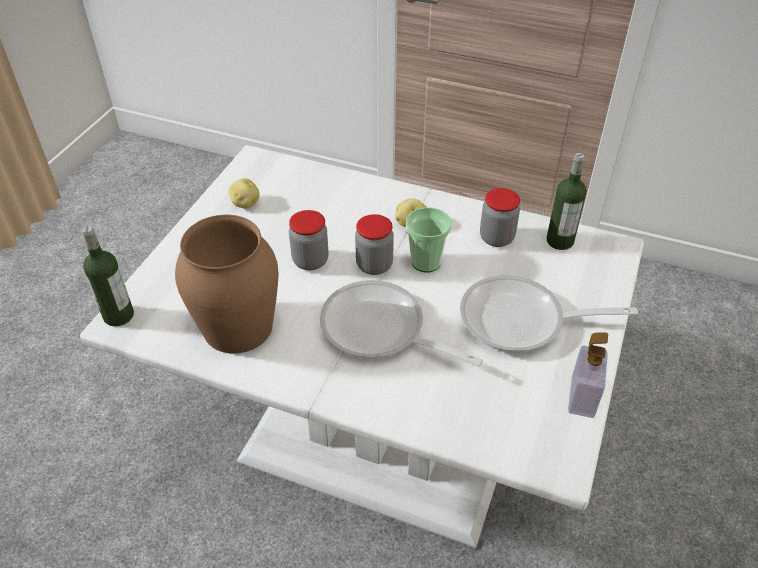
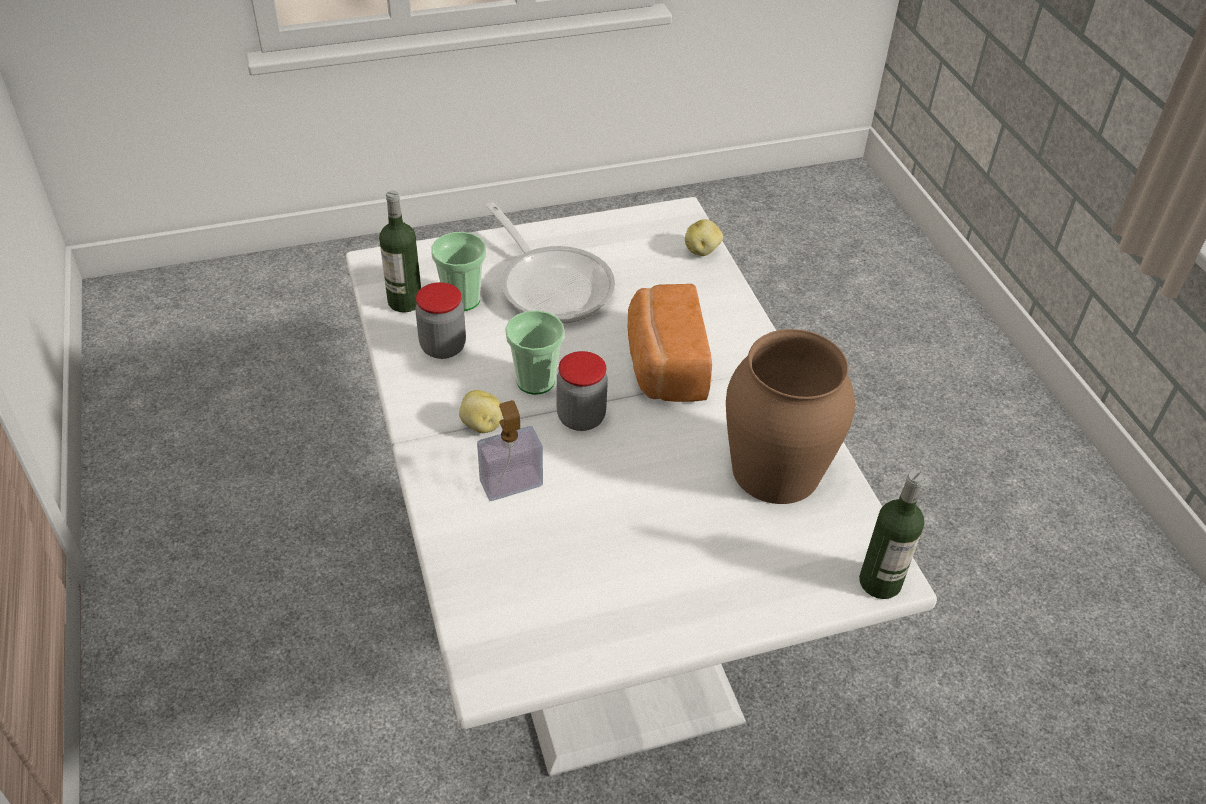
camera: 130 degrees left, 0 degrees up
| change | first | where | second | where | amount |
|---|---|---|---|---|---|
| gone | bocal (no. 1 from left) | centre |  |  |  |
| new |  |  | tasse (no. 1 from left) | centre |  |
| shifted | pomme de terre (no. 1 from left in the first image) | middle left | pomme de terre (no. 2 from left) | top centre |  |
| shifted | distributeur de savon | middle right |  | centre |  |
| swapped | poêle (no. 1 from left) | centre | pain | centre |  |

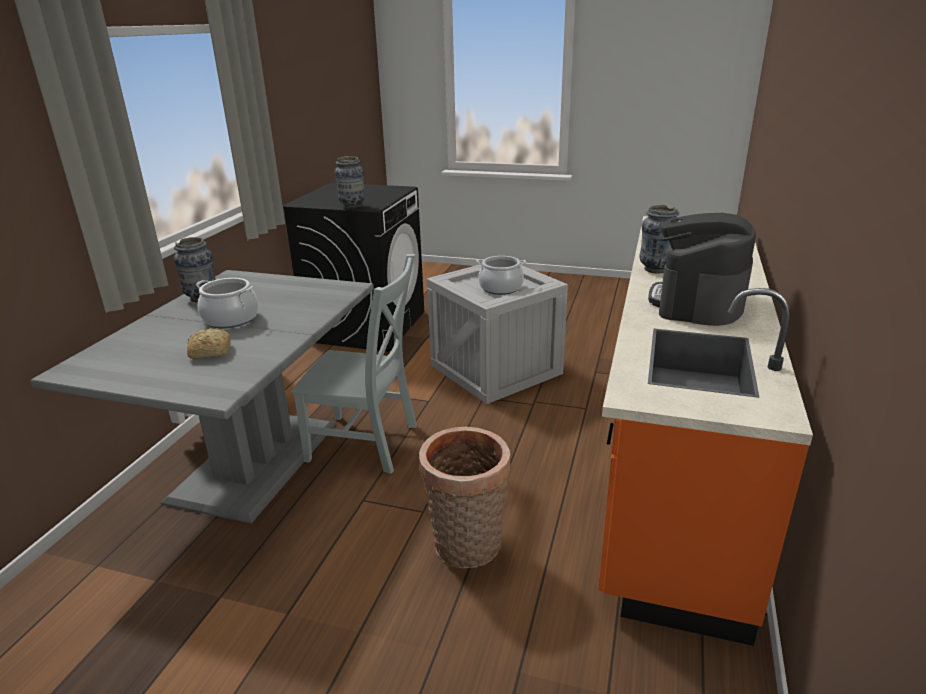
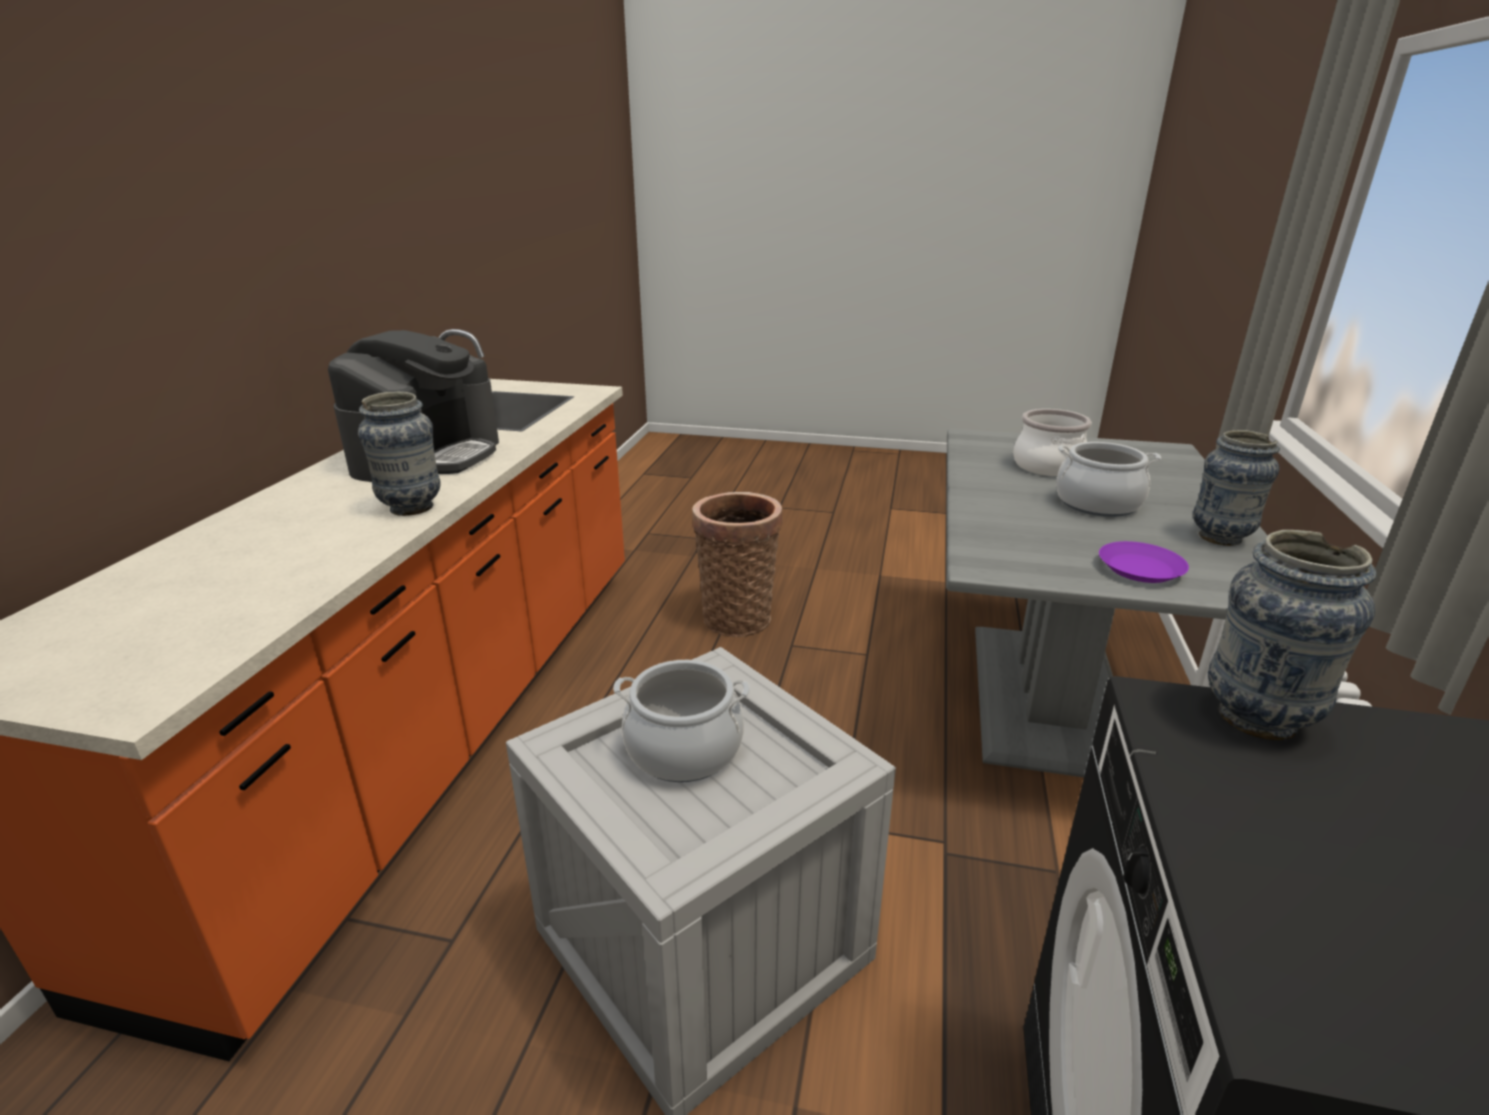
camera: 175 degrees right, 0 degrees up
| change | first | where | second | where | amount |
|---|---|---|---|---|---|
| gone | chaise [gris] | centre |  |  |  |
| new |  |  | assiette [violet] | middle right |  |
| swapped | pain | middle left | marmite (no. 2 from left) | middle right |  |

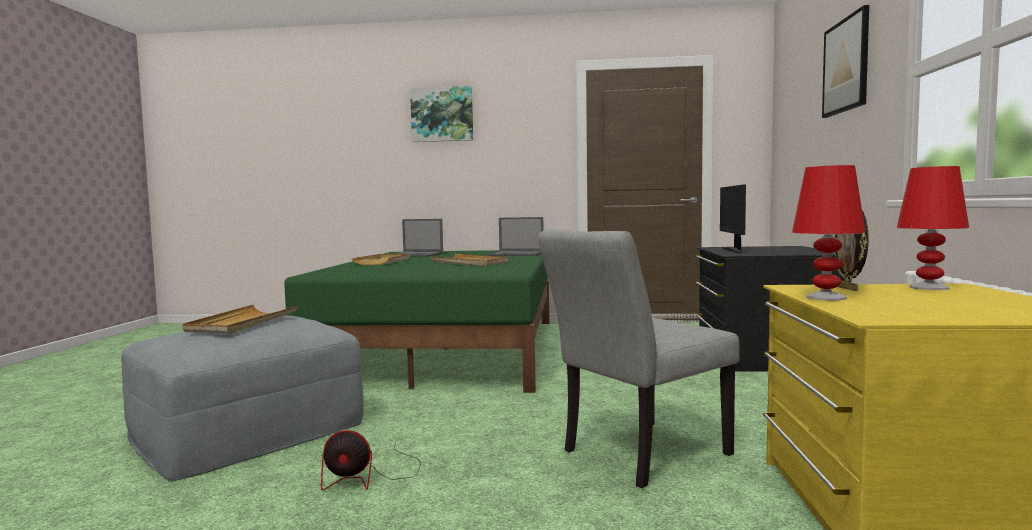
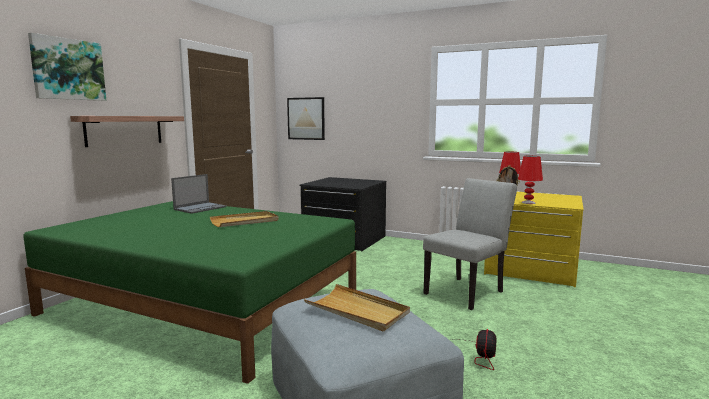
camera: 70 degrees left, 5 degrees up
| change | first | where | second | where | amount |
|---|---|---|---|---|---|
| gone | plateau [beige] (no. 2 from left) | centre |  |  |  |
| gone | ordinateur portable (no. 1 from left) | centre |  |  |  |
| gone | écran d'ordinateur | middle right |  |  |  |
| new |  |  | étagère | top left |  |
| shifted | tableau (no. 2 from left) | top right |  | top centre |  |
| rotated | chaise [gris] | bottom centre |  | centre | 120 degrees counterclockwise |

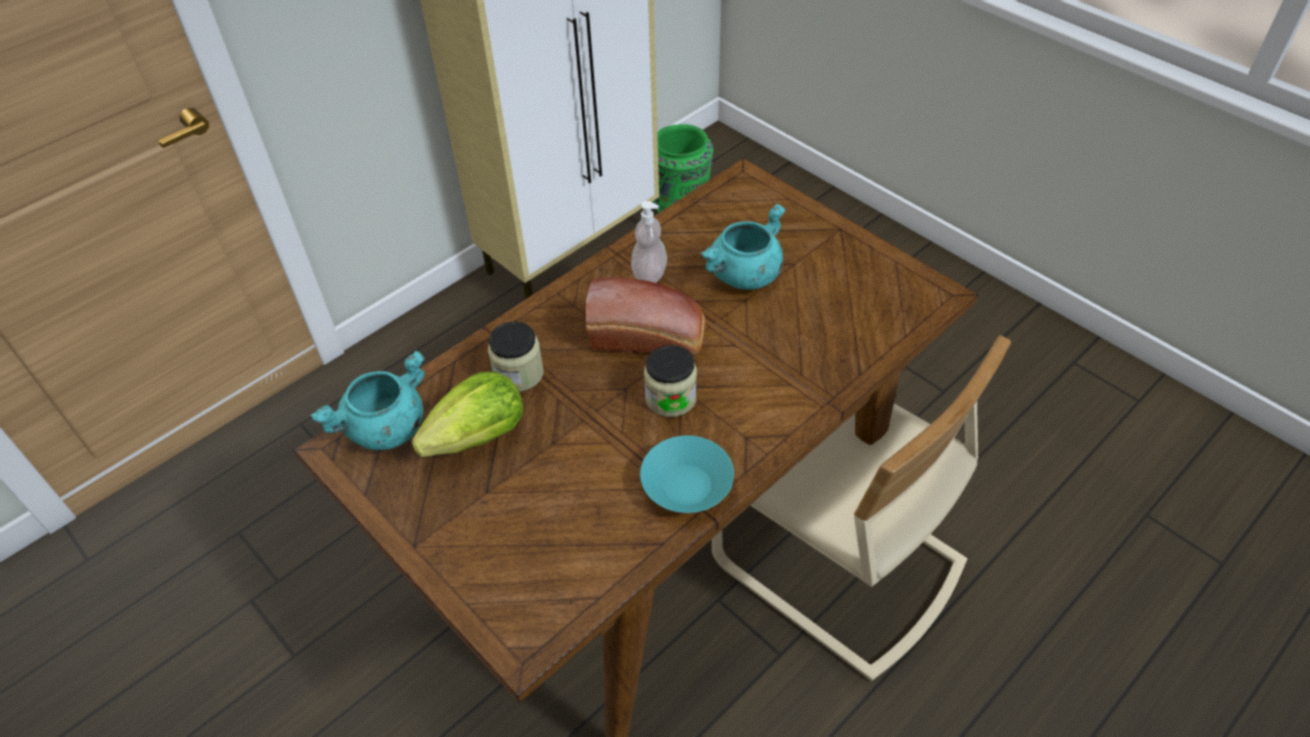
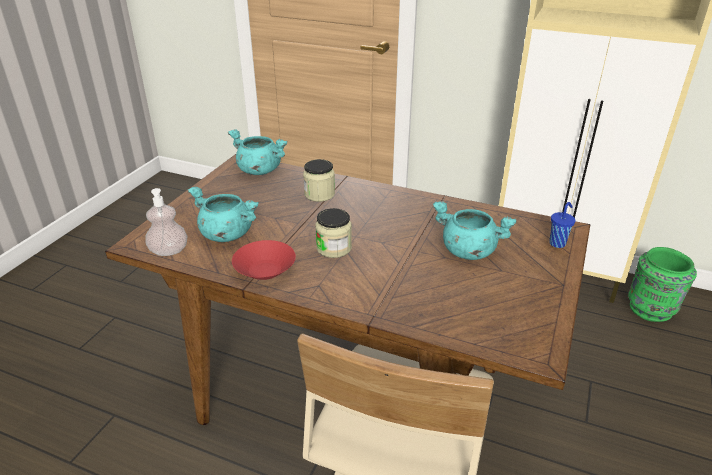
camera: 65 degrees right, 15 degrees down
| change | first | where | second | where | amount |
|---|---|---|---|---|---|
| gone | laitue | centre |  |  |  |
| gone | pain | centre |  |  |  |
| new |  |  | marmite [turquoise] (no. 1 from left) | middle left |  |
| new |  |  | tasse [bleu] | middle right |  |
| shifted | distributeur de savon | top centre |  | middle left |  |
| repainted | bol [turquoise] | centre | bol [rouge] | centre |  |

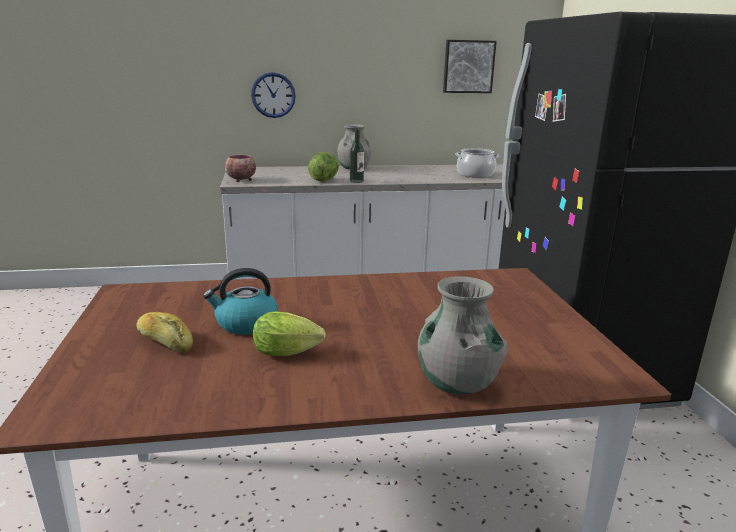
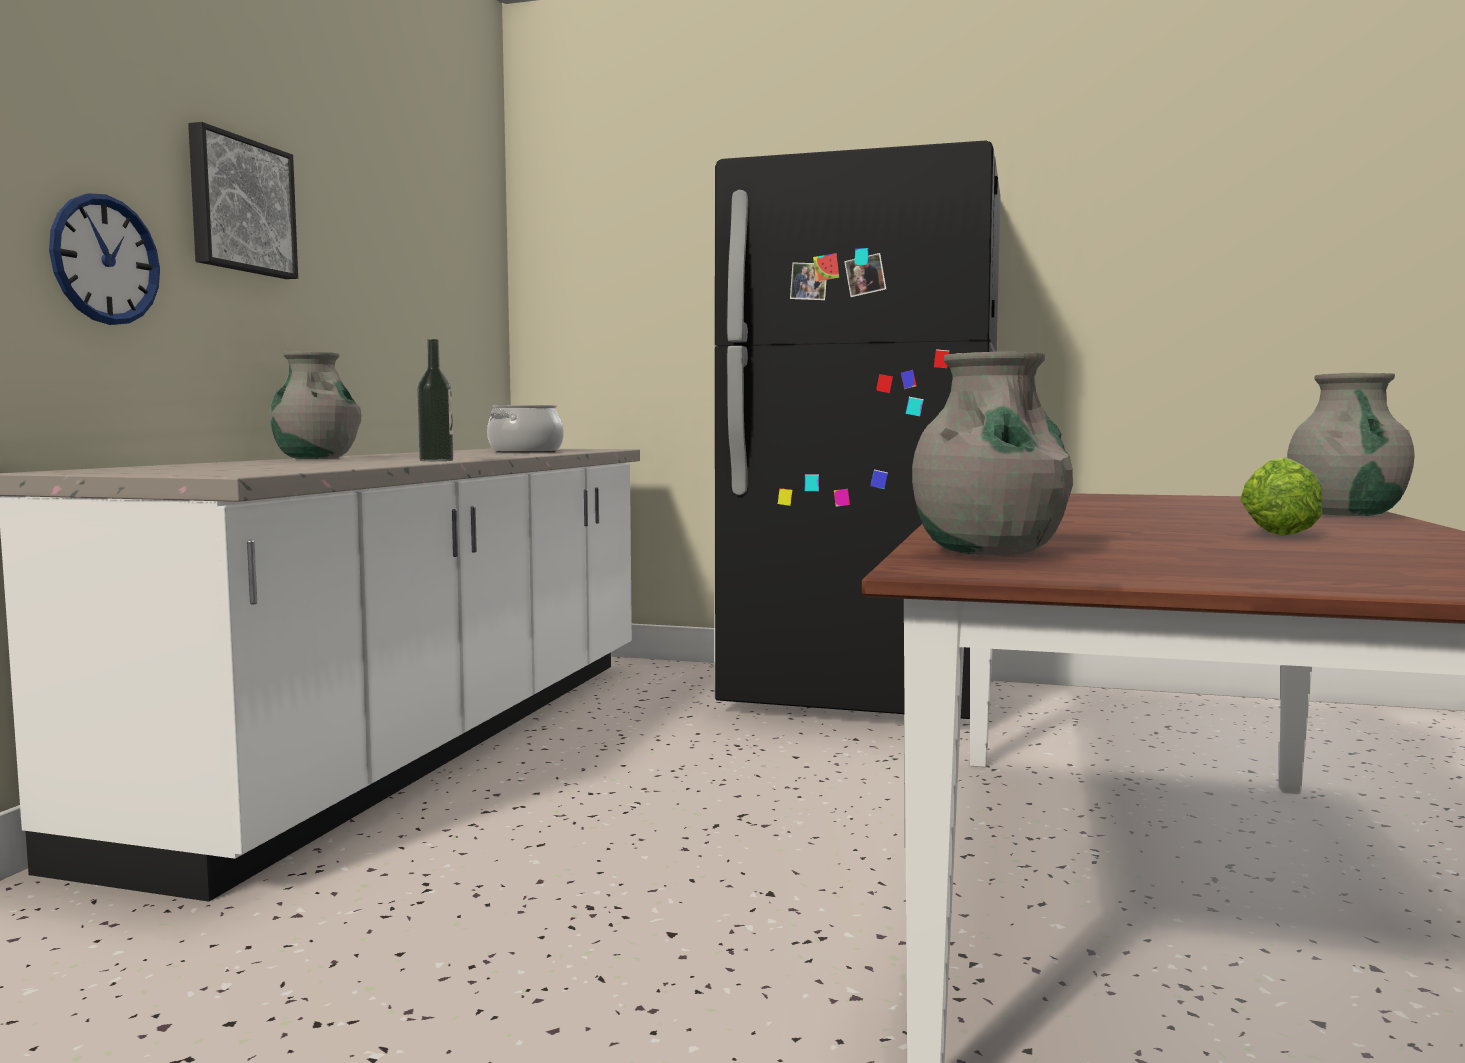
camera: 65 degrees left, 15 degrees down
| change | first | where | second | where | amount |
|---|---|---|---|---|---|
| gone | pain | middle left |  |  |  |
| gone | bouilloire | middle left |  |  |  |
| gone | bol | top left |  |  |  |
| gone | laitue (no. 2 from left) | top centre |  |  |  |
| new |  |  | vase [gris] (no. 2 from left) | middle right |  |
| shifted | tableau | top centre |  | top left |  |

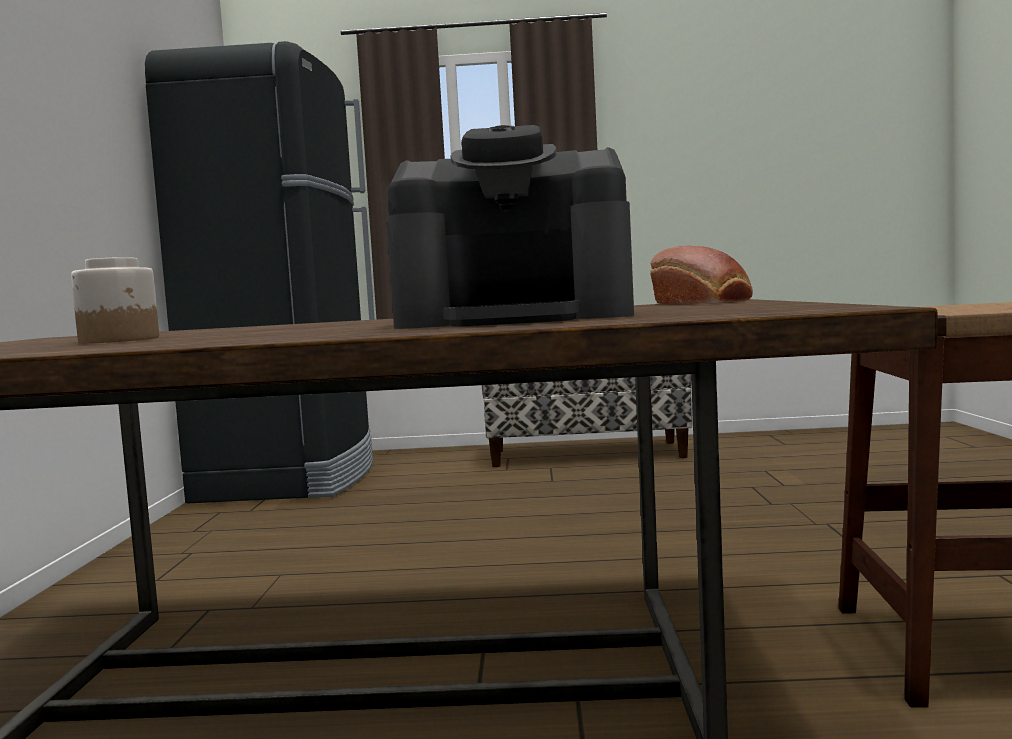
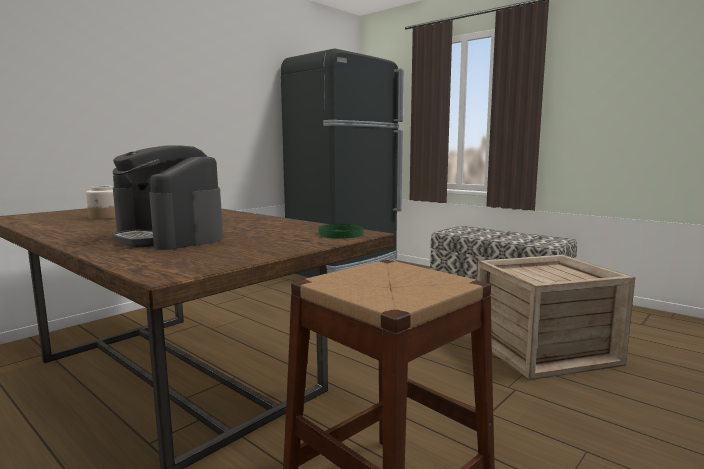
camera: 40 degrees right, 5 degrees up
| change | first | where | second | where | amount |
|---|---|---|---|---|---|
| new |  |  | caisse | bottom right |  |
| swapped | pain | middle right | assiette [vert] | centre |  |

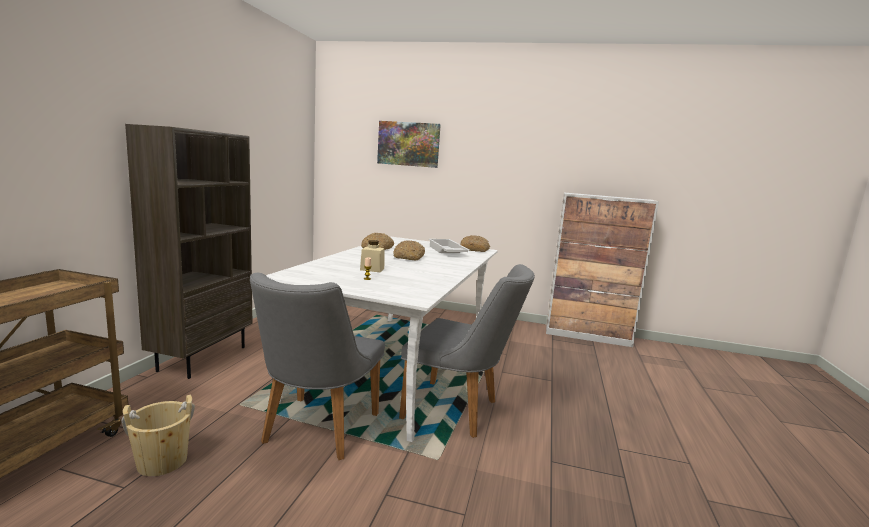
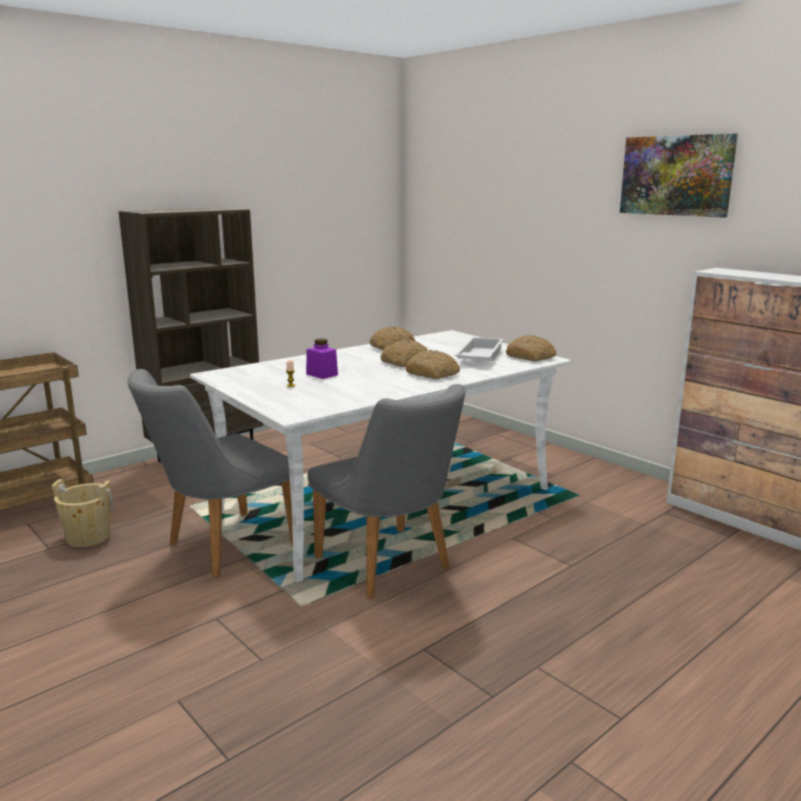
camera: 35 degrees right, 5 degrees up
| change | first | where | second | where | amount |
|---|---|---|---|---|---|
| new |  |  | pain (no. 3 from left) | centre |  |
| shifted | tableau | top centre |  | top right |  |
| repainted | bocal [beige] | centre | bocal [violet] | centre |  |

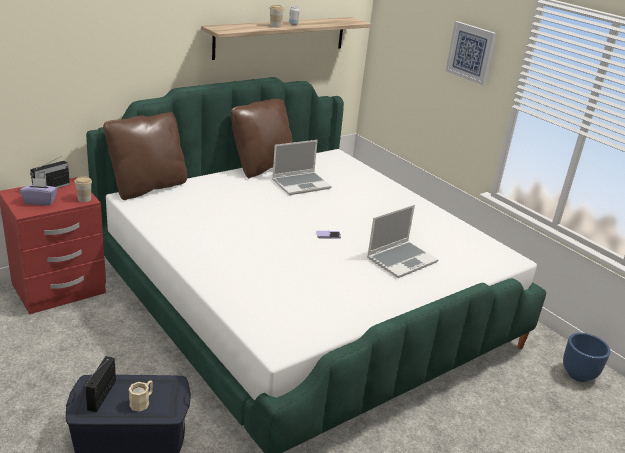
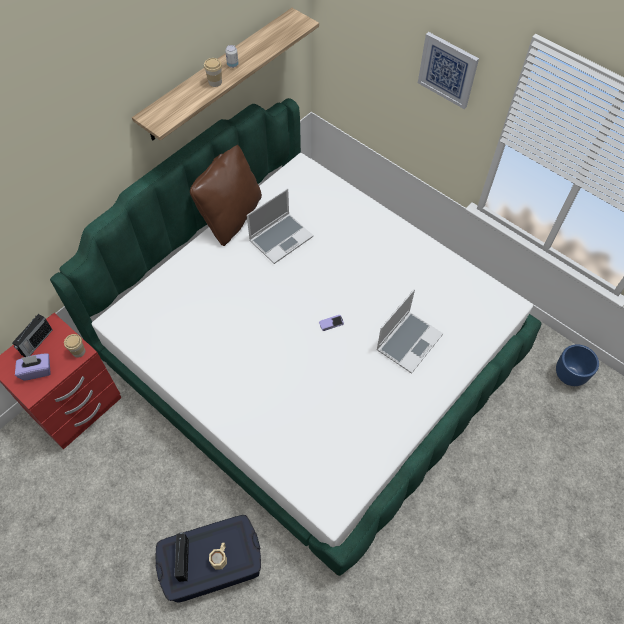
camera: 10 degrees left, 30 degrees up
| change | first | where | second | where | amount |
|---|---|---|---|---|---|
| gone | coussin [marron] (no. 1 from left) | middle left |  |  |  |

